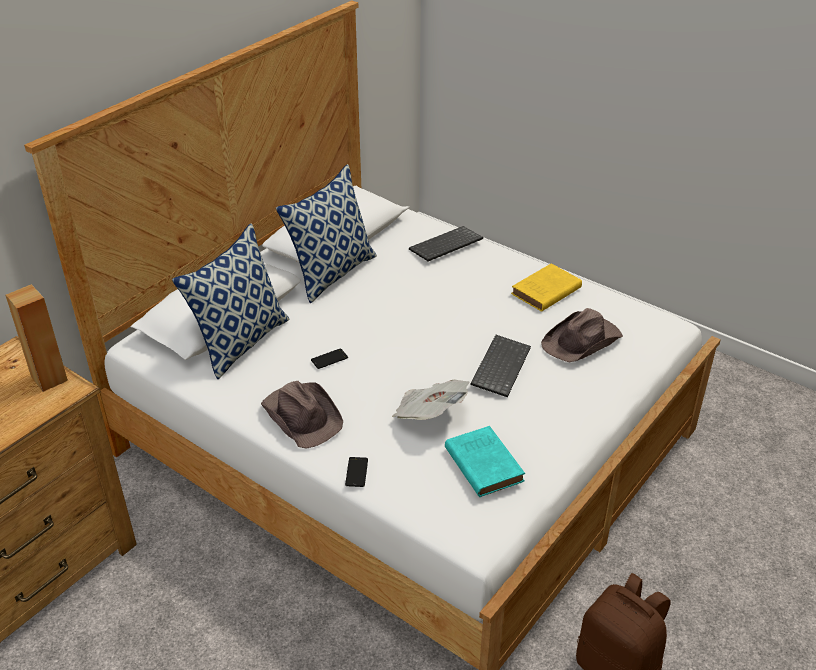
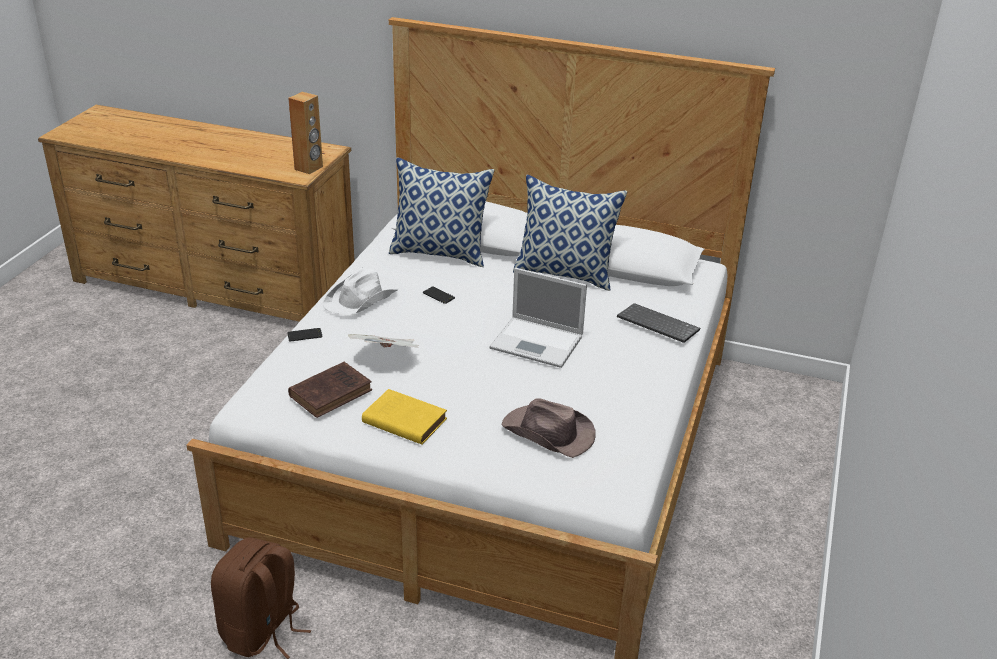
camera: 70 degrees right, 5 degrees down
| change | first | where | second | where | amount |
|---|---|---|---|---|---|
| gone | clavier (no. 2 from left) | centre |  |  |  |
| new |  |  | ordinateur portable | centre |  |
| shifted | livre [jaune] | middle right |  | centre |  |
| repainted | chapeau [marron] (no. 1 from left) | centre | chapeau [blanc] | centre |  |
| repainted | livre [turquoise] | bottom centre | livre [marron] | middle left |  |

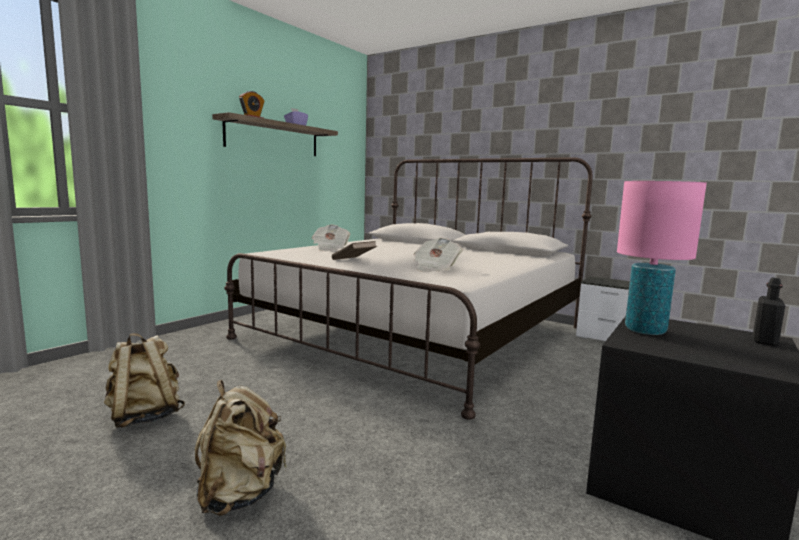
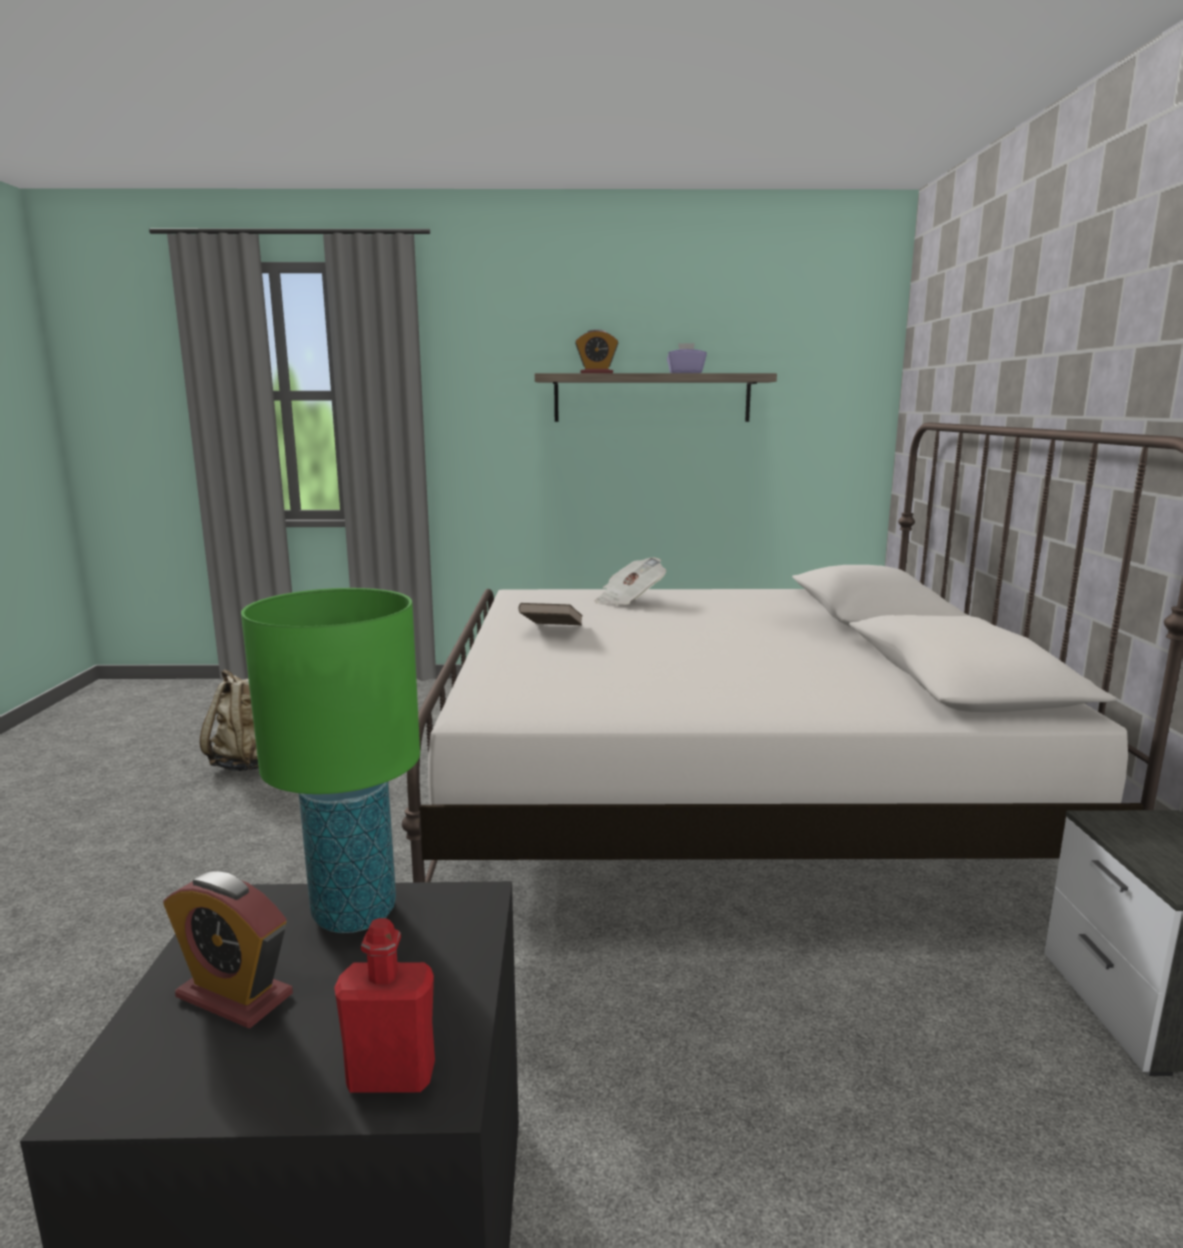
camera: 55 degrees right, 5 degrees up
| change | first | where | second | where | amount |
|---|---|---|---|---|---|
| gone | sac à dos [beige] (no. 2 from left) | bottom left |  |  |  |
| gone | journal (no. 2 from left) | centre |  |  |  |
| new |  |  | réveil (no. 1 from left) | bottom left |  |
| repainted | lampe de table [rose] | middle right | lampe de table [vert] | middle left |  |
| repainted | bouteille [noir] | middle right | bouteille [rouge] | bottom left |  |

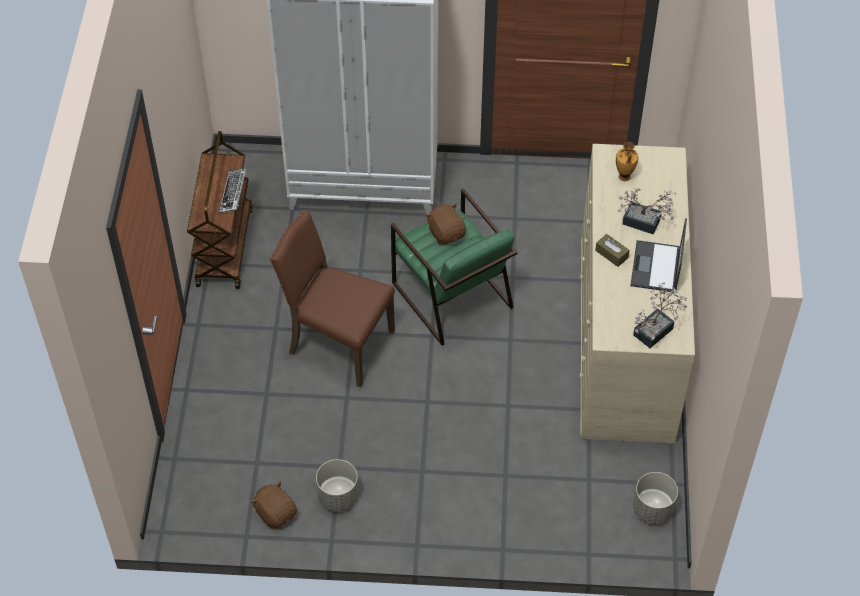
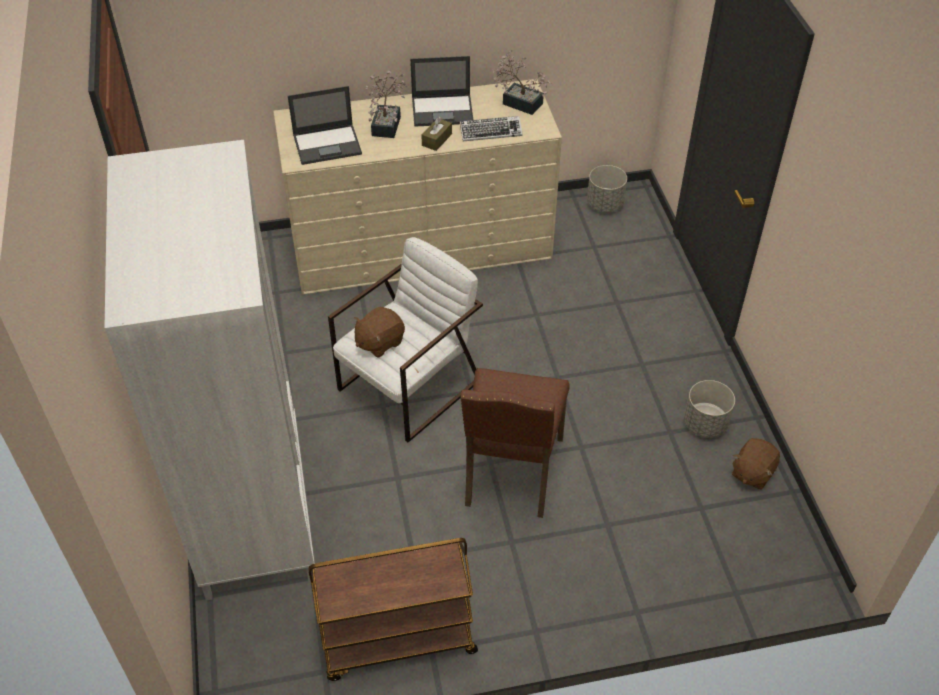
camera: 105 degrees left, 5 degrees down
| change | first | where | second | where | amount |
|---|---|---|---|---|---|
| shifted | clavier | top left |  | top centre |  |
| swapped | vase | top right | ordinateur portable (no. 1 from left) | top centre |  |
| repainted | fauteuil [vert] | centre | fauteuil [blanc] | centre |  |

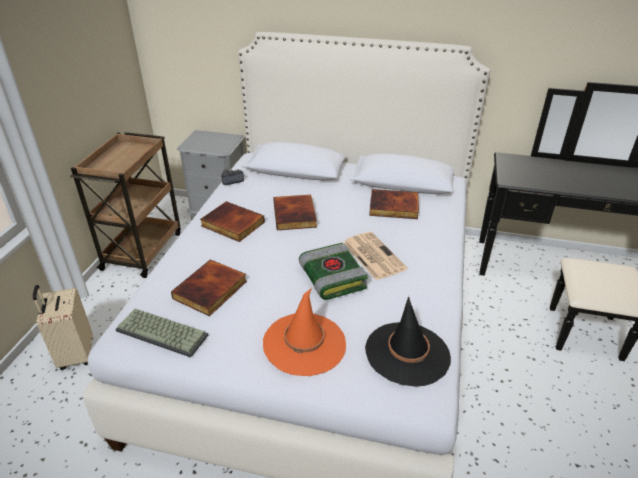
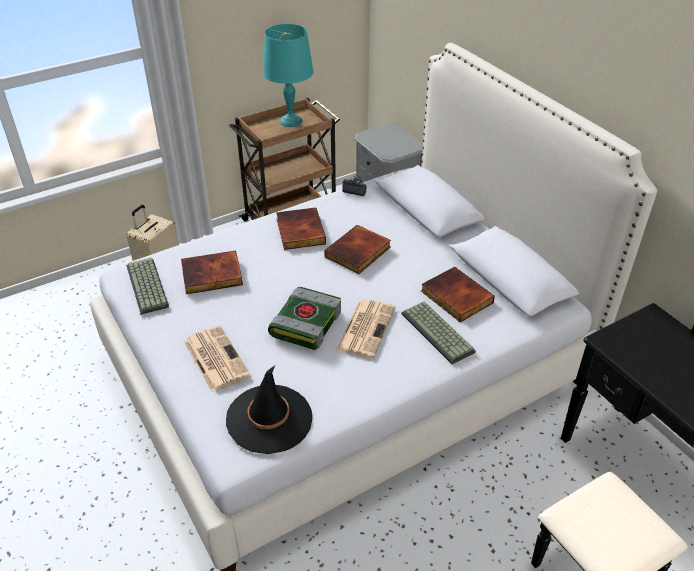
camera: 45 degrees right, 5 degrees up
| change | first | where | second | where | amount |
|---|---|---|---|---|---|
| new |  |  | lampe de table [turquoise] | top centre |  |
| new |  |  | clavier (no. 2 from left) | centre |  |
| swapped | chapeau [orange] | bottom centre | journal (no. 1 from left) | middle left |  |

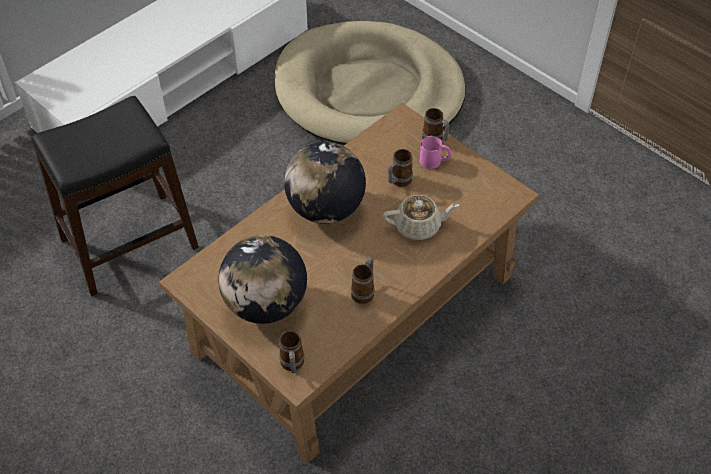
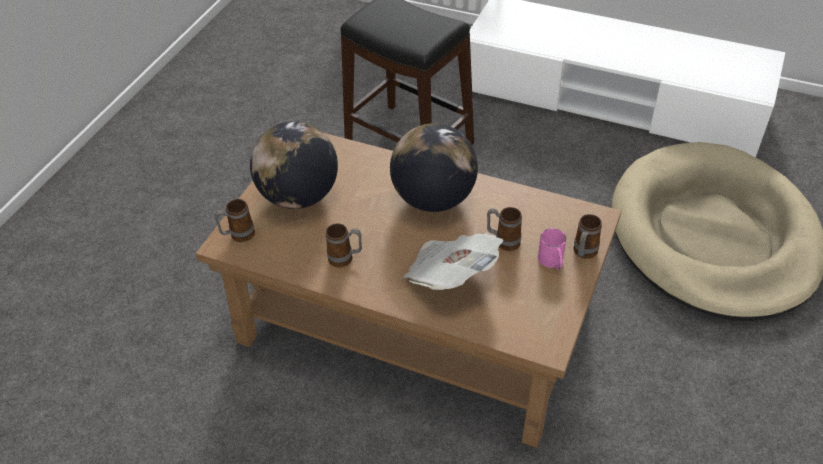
camera: 70 degrees right, 5 degrees down
| change | first | where | second | where | amount |
|---|---|---|---|---|---|
| swapped | théière [beige] | centre | journal | centre |  |

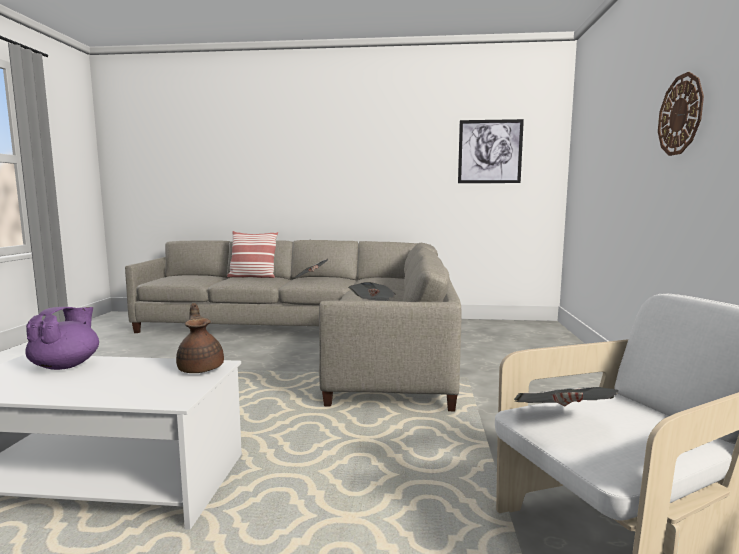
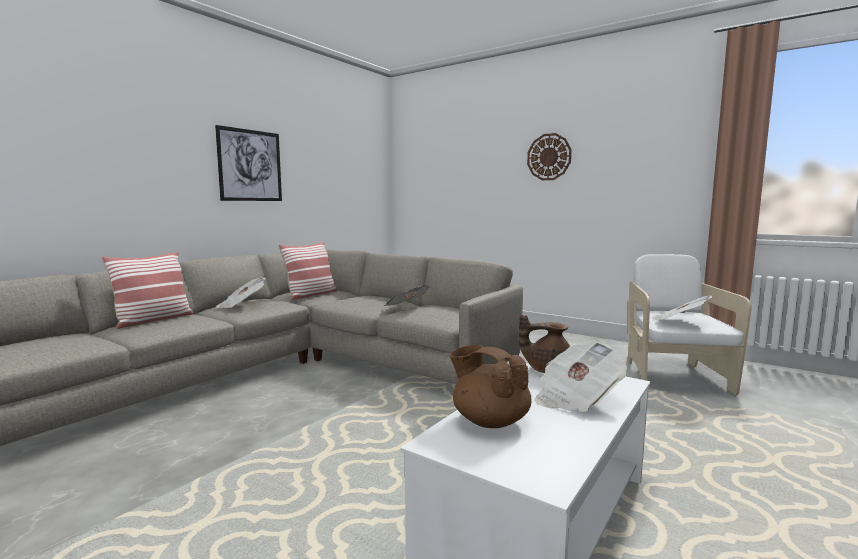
camera: 60 degrees left, 0 degrees up
| change | first | where | second | where | amount |
|---|---|---|---|---|---|
| new |  |  | coussin (no. 2 from left) | centre |  |
| new |  |  | journal (no. 3 from left) | bottom right |  |
| shifted | tableau | top centre |  | top left |  |
| repainted | théière [violet] | middle left | théière [marron] (no. 1 from left) | bottom centre |  |

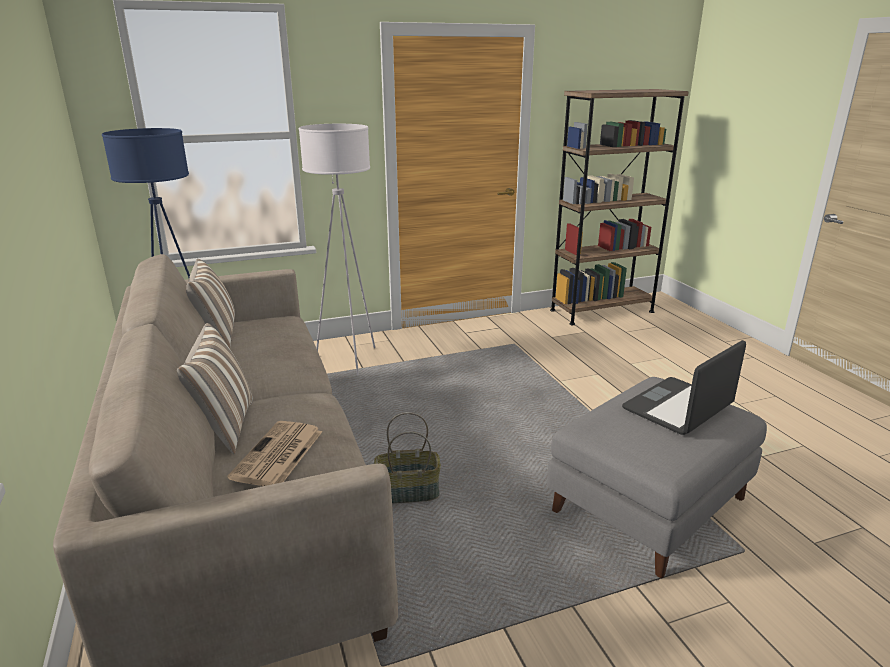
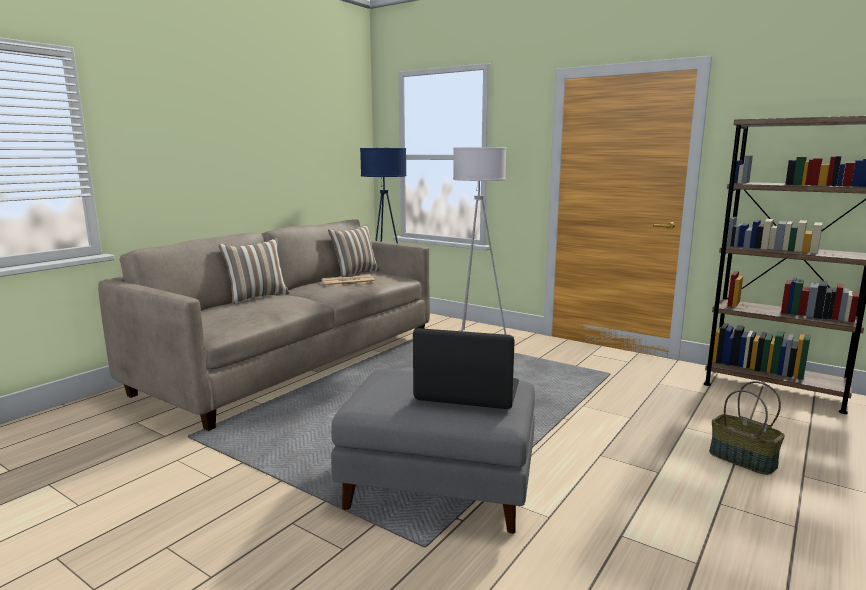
camera: 55 degrees right, 10 degrees down
| change | first | where | second | where | amount |
|---|---|---|---|---|---|
| shifted | journal | bottom left |  | centre |  |
| shifted | panier | bottom centre |  | bottom right |  |

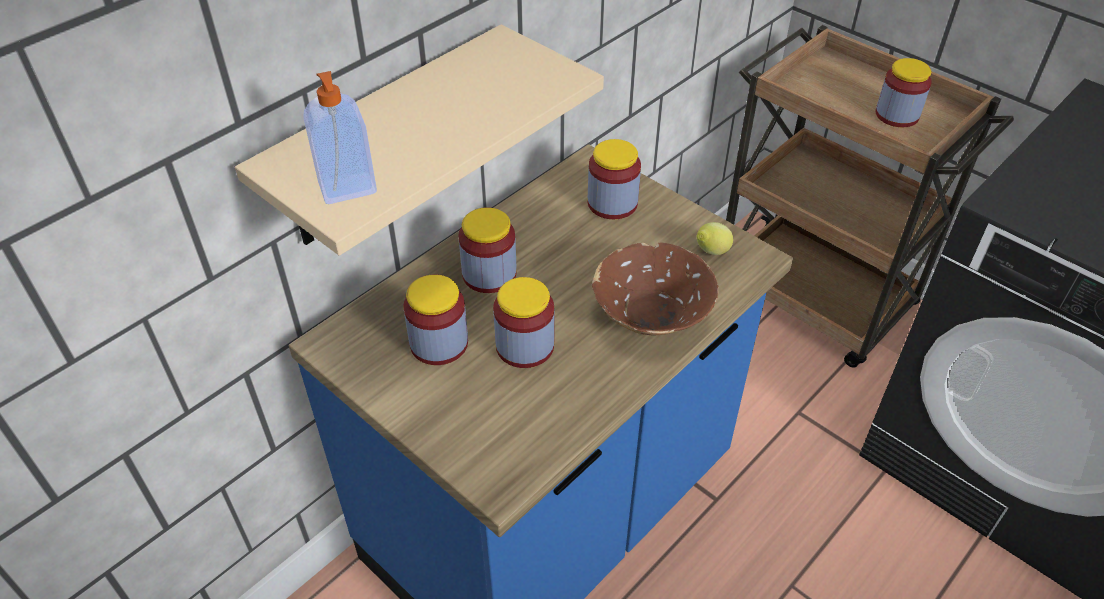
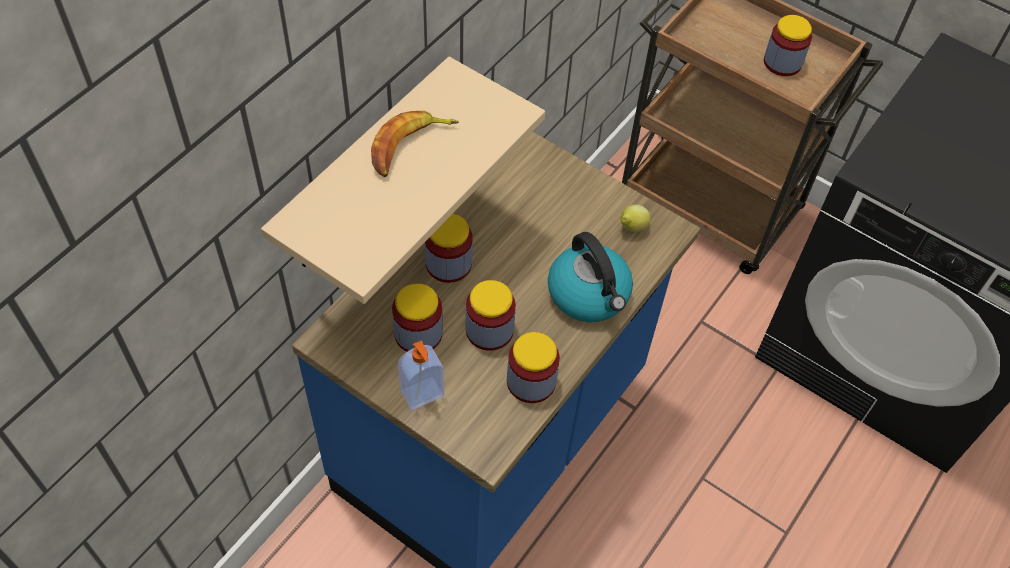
camera: 10 degrees left, 10 degrees up
| change | first | where | second | where | amount |
|---|---|---|---|---|---|
| new |  |  | banane | top centre |  |
| shifted | distributeur de savon | top left |  | centre |  |
| shifted | bocal (no. 4 from left) | top centre |  | centre |  |
| swapped | bol [marron] | centre | bouilloire | centre |  |

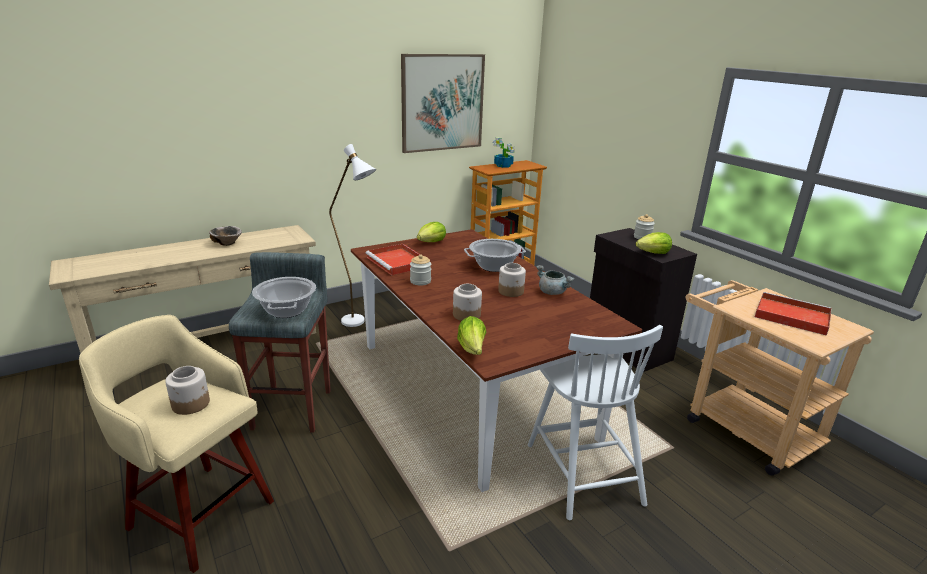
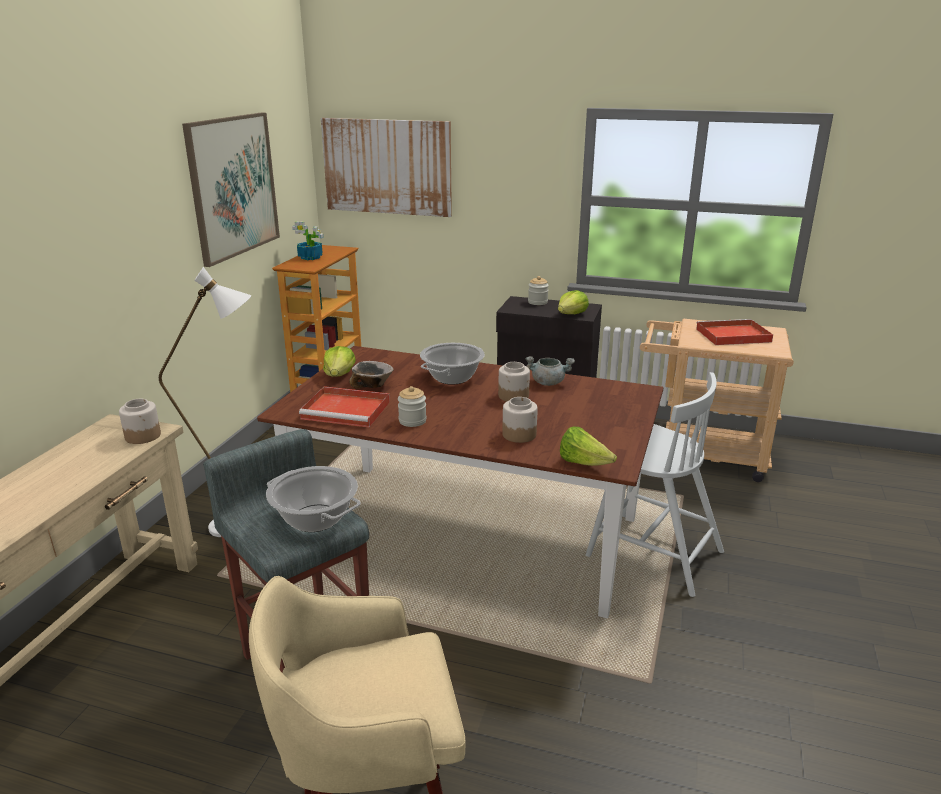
camera: 40 degrees left, 0 degrees up
| change | first | where | second | where | amount |
|---|---|---|---|---|---|
| new |  |  | tableau (no. 2 from left) | top centre |  |
| shifted | bocal (no. 1 from left) | bottom left |  | middle left |  |
| shifted | bol | middle left |  | centre |  |

